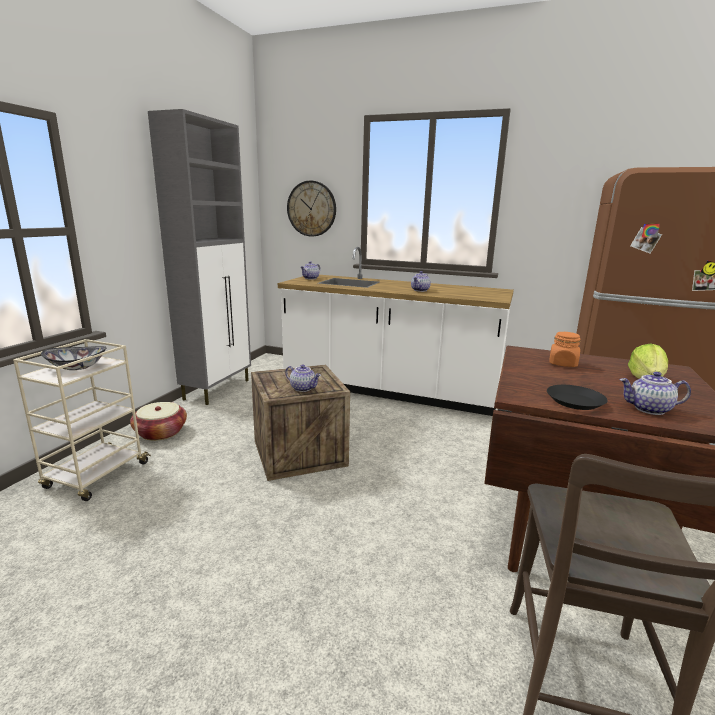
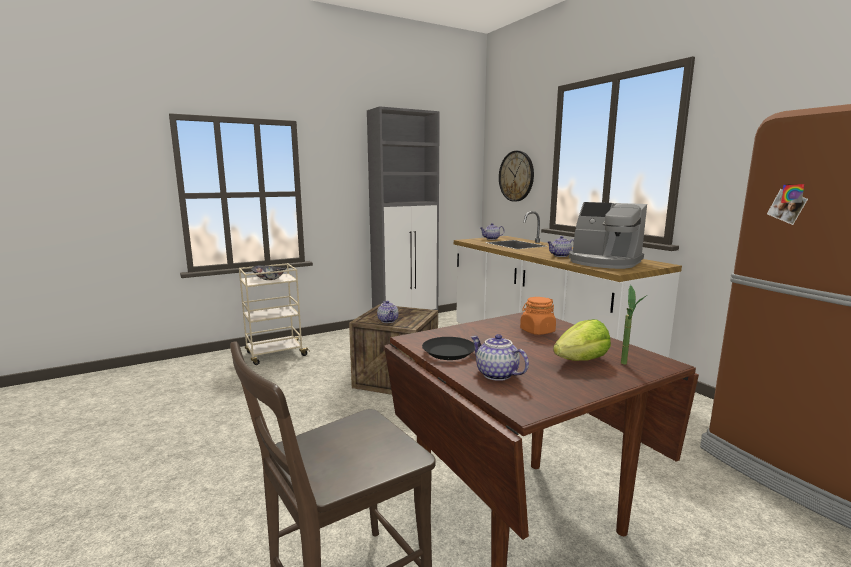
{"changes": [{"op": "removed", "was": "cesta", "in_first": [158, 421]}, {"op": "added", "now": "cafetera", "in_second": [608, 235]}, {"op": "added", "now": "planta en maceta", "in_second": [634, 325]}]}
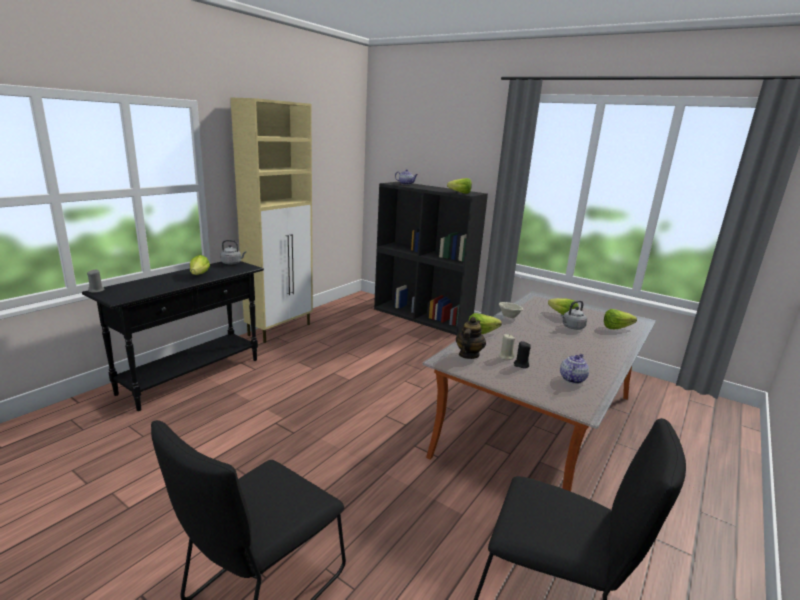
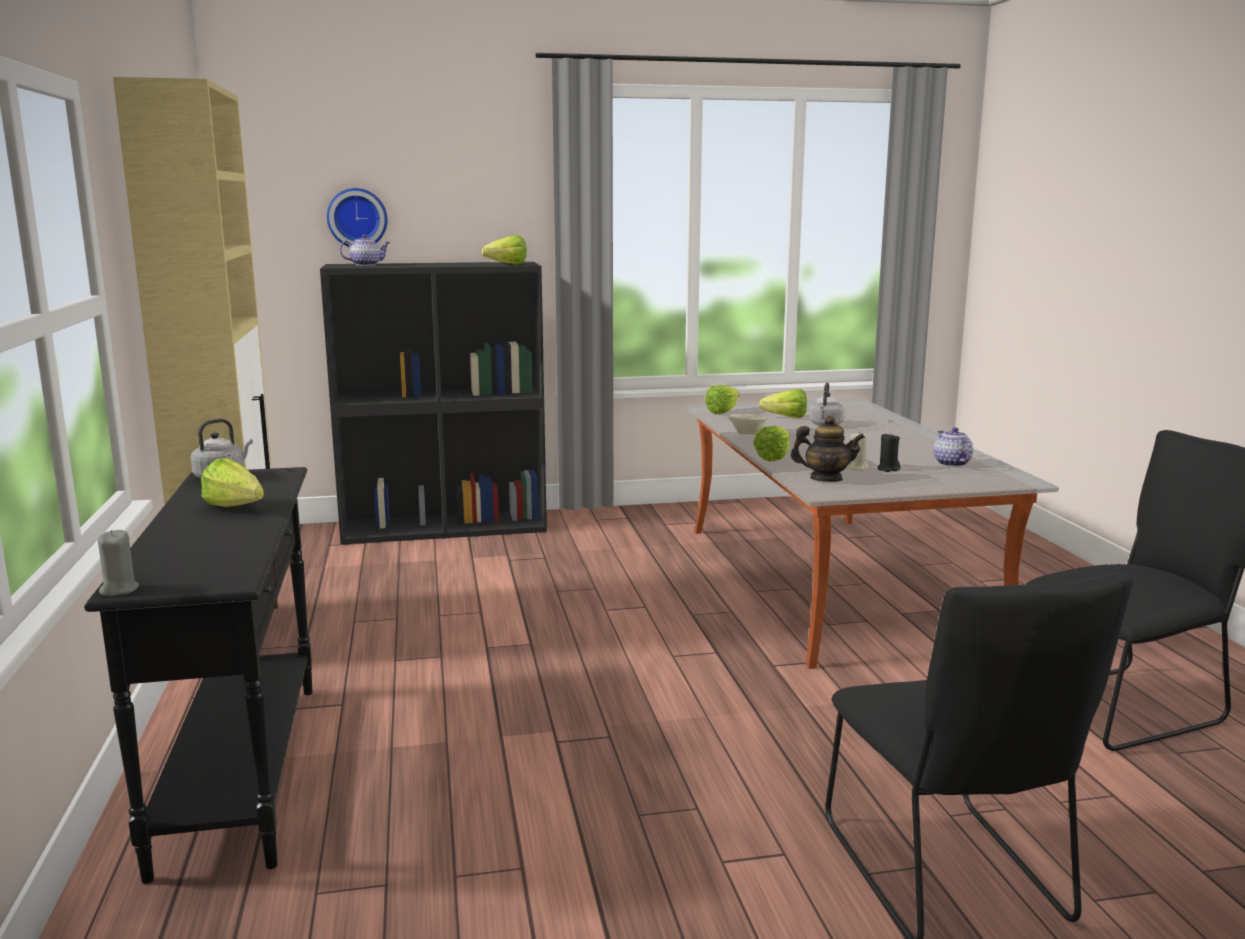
{"changes": [{"op": "added", "now": "reloj de pared", "in_second": [357, 217]}, {"op": "moved", "was": "lechuga", "in_first": [620, 319], "in_second": [722, 399]}, {"op": "turned", "was": "tetera", "in_first": [471, 338], "in_second": [827, 448], "clockwise": 120}]}
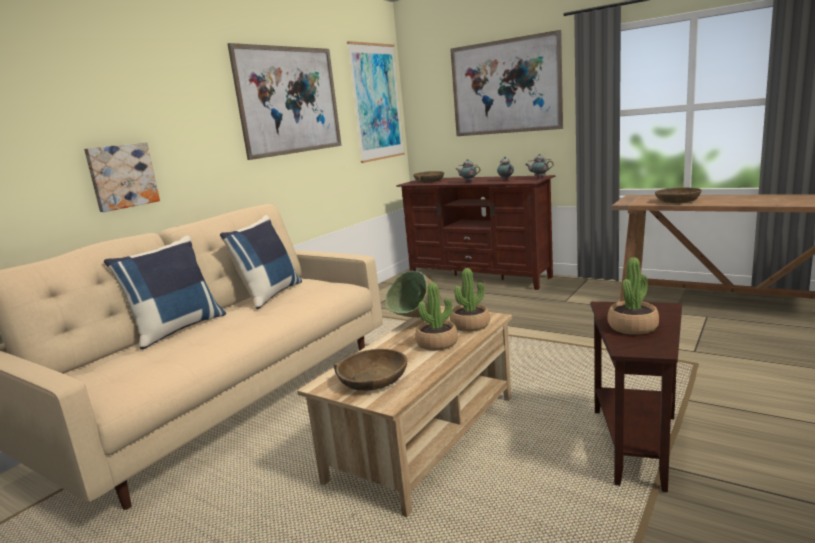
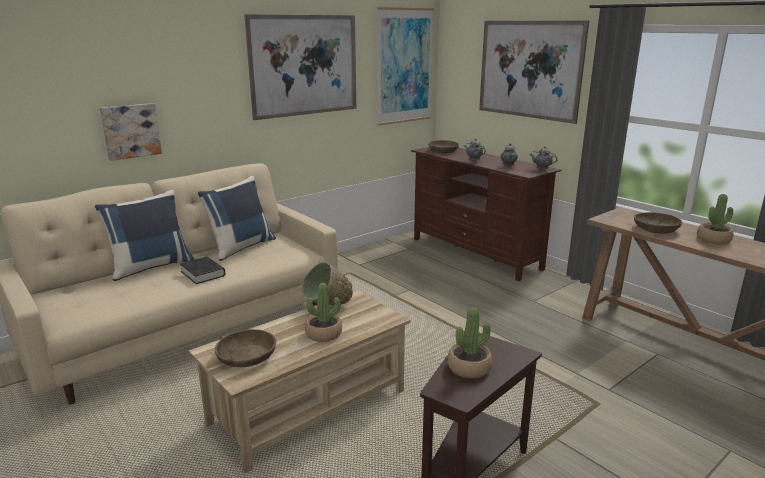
{"changes": [{"op": "added", "now": "libro/negro", "in_second": [202, 270]}, {"op": "moved", "was": "planta en maceta", "in_first": [470, 300], "in_second": [715, 219]}]}
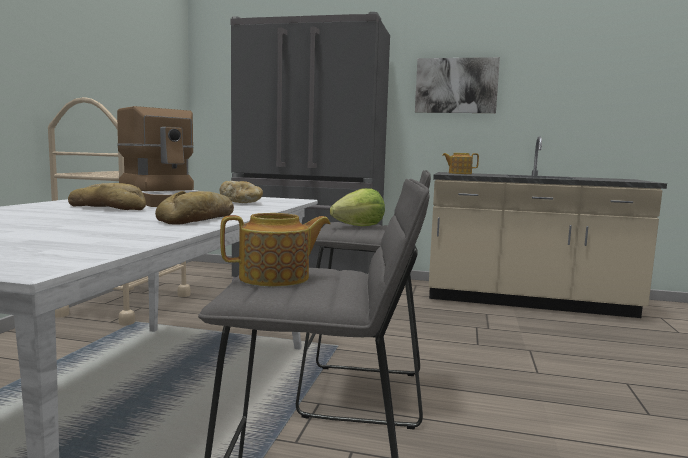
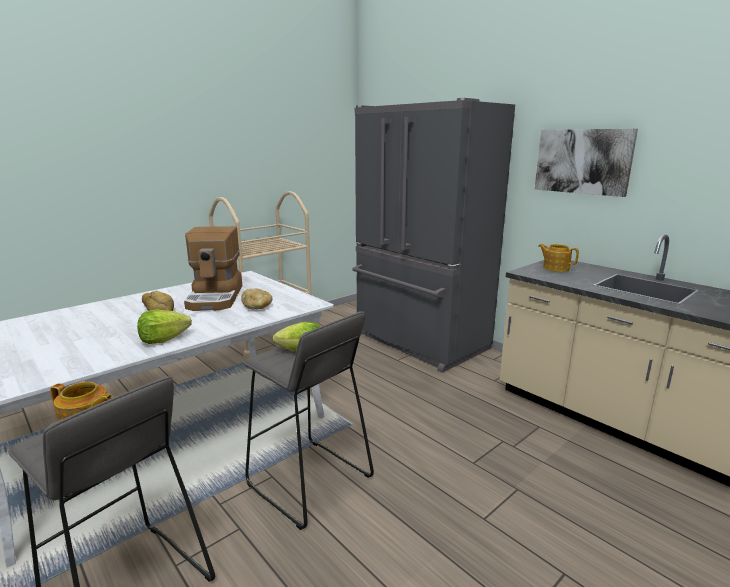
{"changes": [{"op": "replaced", "was": "pan", "now": "lechuga", "in_first": [194, 208], "in_second": [164, 326]}]}
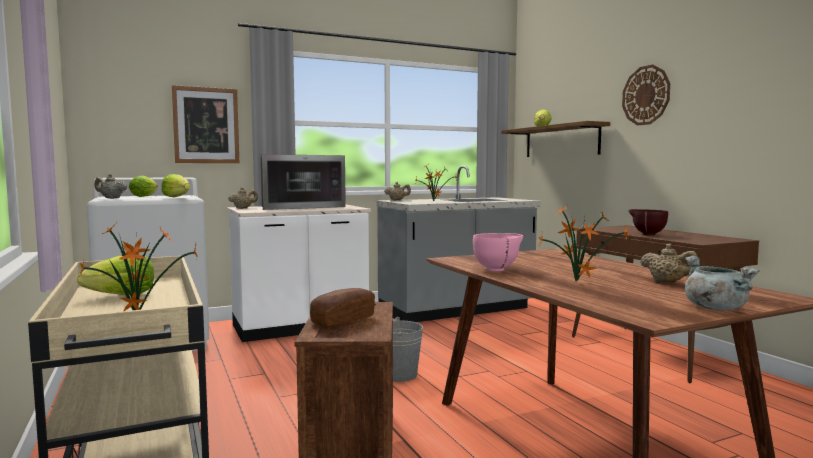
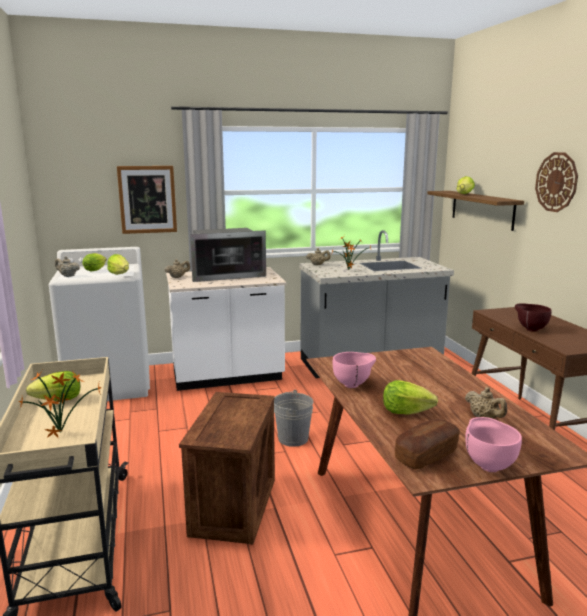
{"changes": [{"op": "moved", "was": "pan", "in_first": [342, 307], "in_second": [427, 444]}, {"op": "replaced", "was": "planta en maceta", "now": "lechuga", "in_first": [584, 243], "in_second": [410, 397]}, {"op": "replaced", "was": "olla/gris", "now": "cuenco/rosa", "in_first": [722, 283], "in_second": [493, 444]}]}
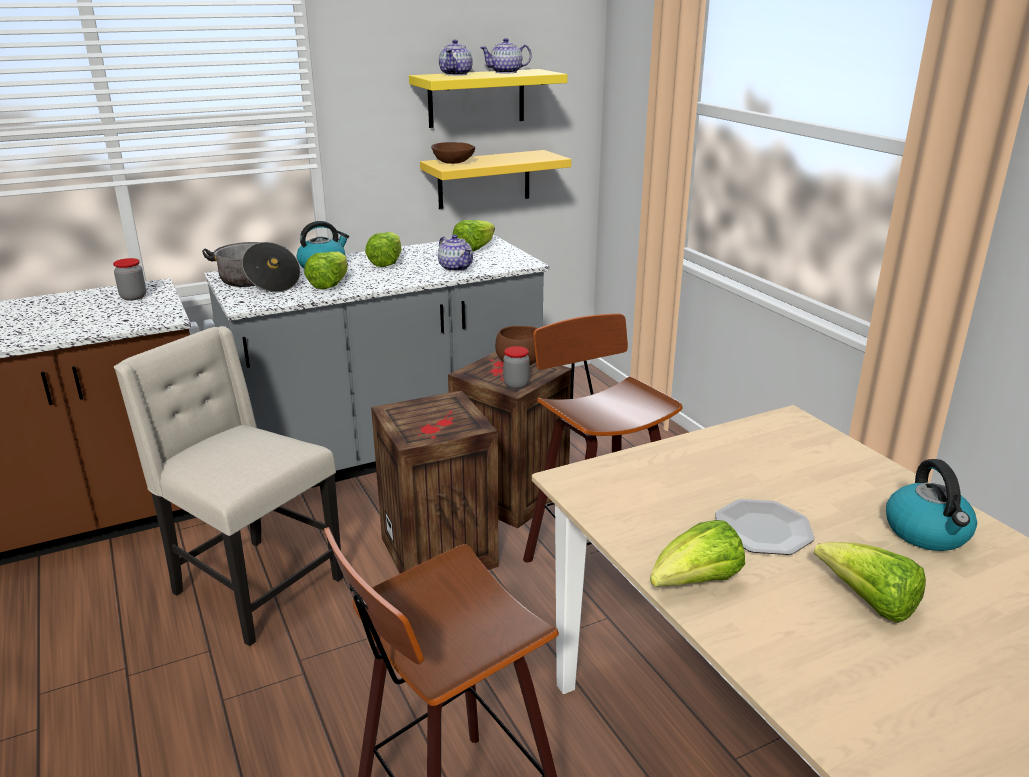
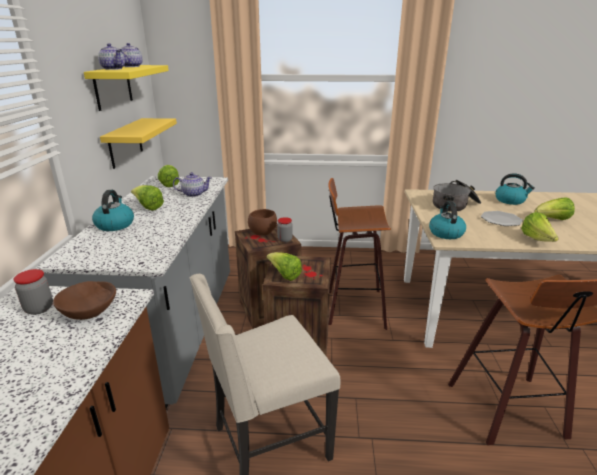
{"changes": [{"op": "added", "now": "hervidor", "in_second": [447, 220]}, {"op": "moved", "was": "olla", "in_first": [251, 267], "in_second": [457, 195]}, {"op": "moved", "was": "lechuga", "in_first": [326, 270], "in_second": [284, 266]}, {"op": "moved", "was": "cuenco/marrón", "in_first": [453, 153], "in_second": [84, 300]}]}
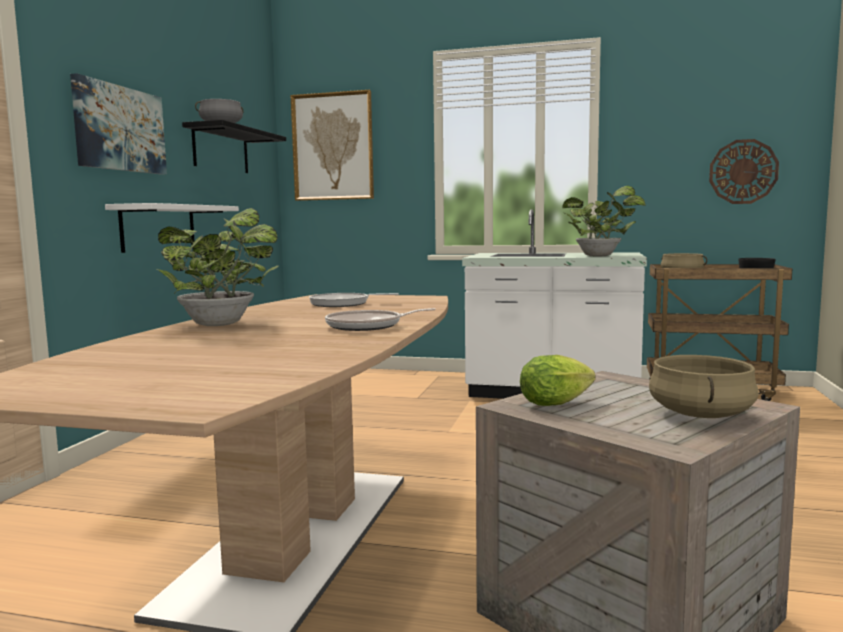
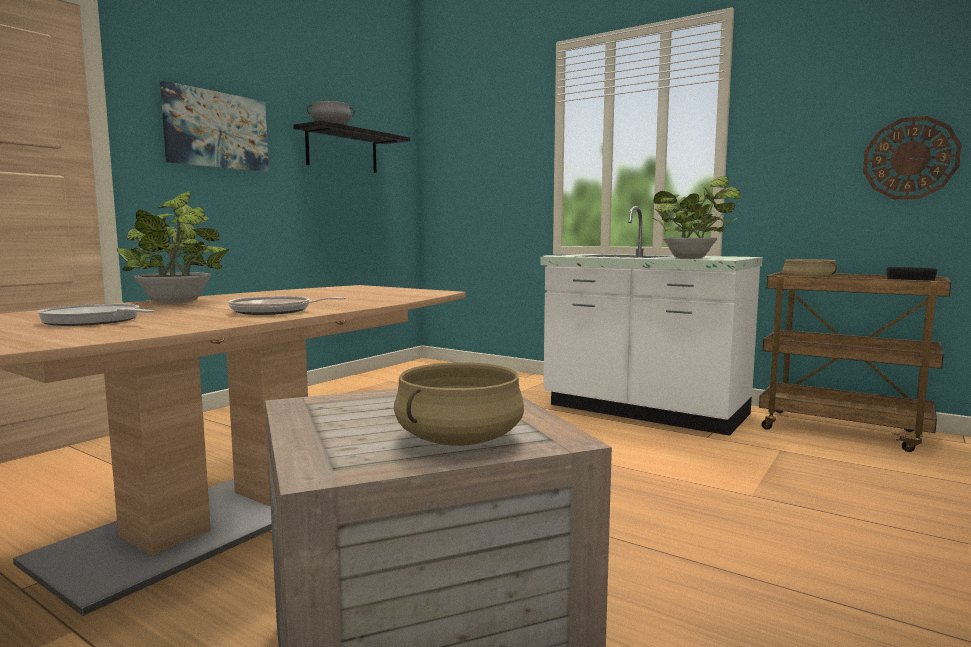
{"changes": [{"op": "removed", "was": "estante/blanco", "in_first": [172, 228]}, {"op": "removed", "was": "cuadro", "in_first": [332, 145]}, {"op": "removed", "was": "lechuga", "in_first": [558, 380]}, {"op": "moved", "was": "sartén", "in_first": [354, 300], "in_second": [96, 315]}]}
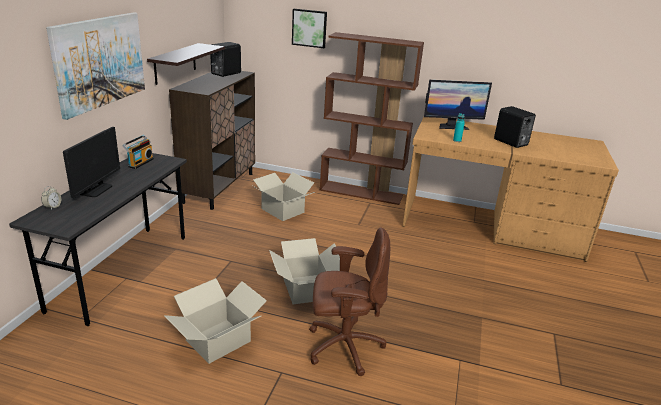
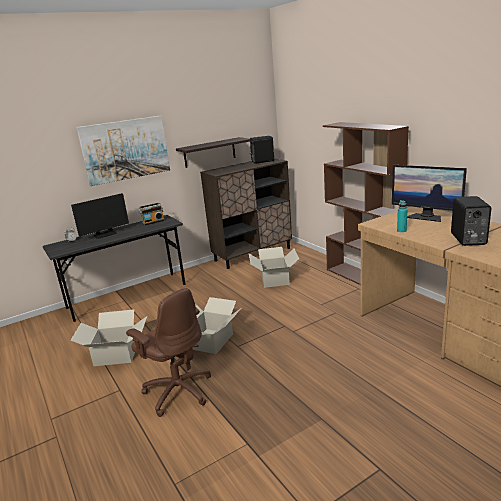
{"changes": [{"op": "removed", "was": "cuadro", "in_first": [309, 28]}]}
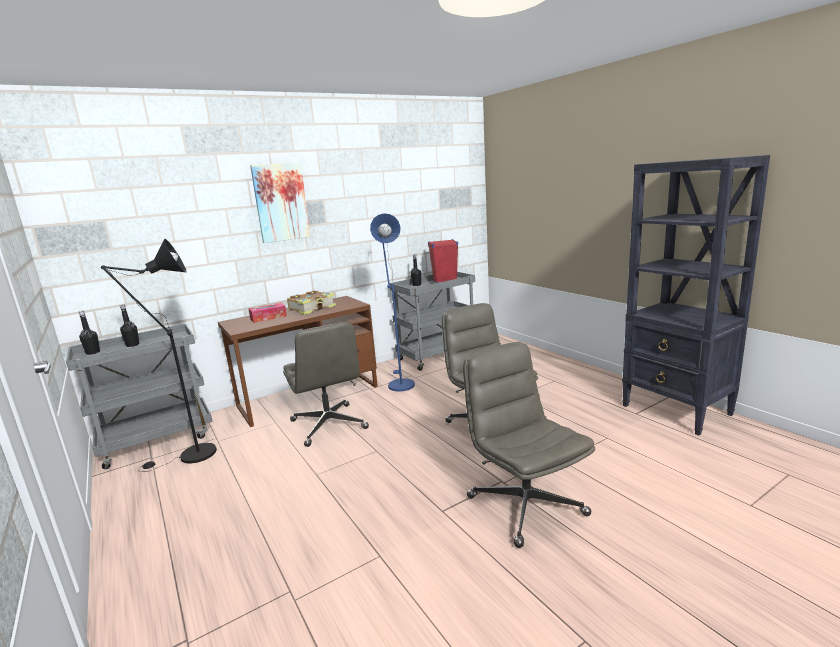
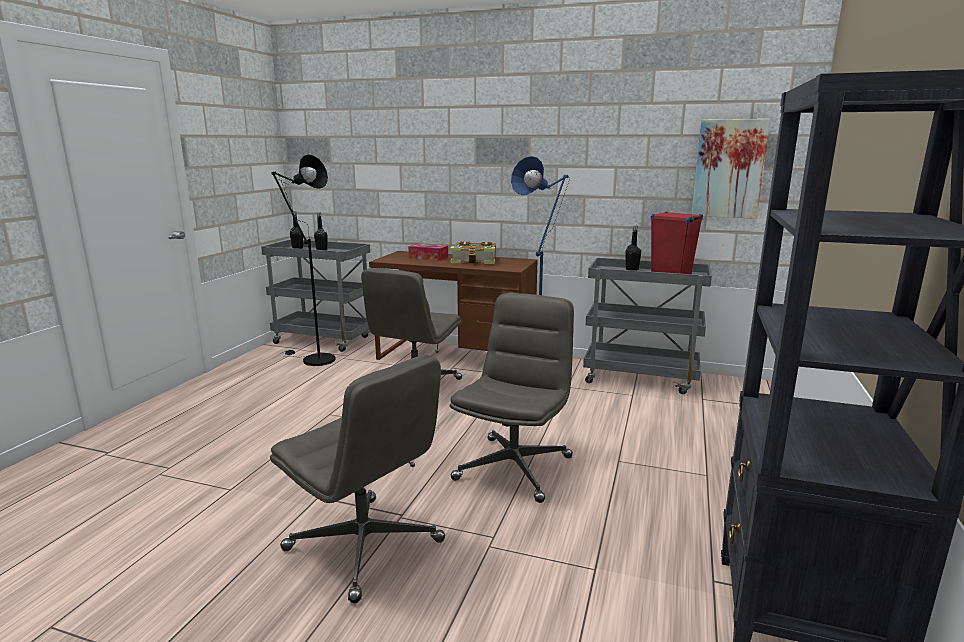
{"changes": [{"op": "moved", "was": "cuadro", "in_first": [280, 202], "in_second": [731, 169]}, {"op": "turned", "was": "silla de oficina/gris", "in_first": [529, 445], "in_second": [357, 478], "clockwise": 105}]}
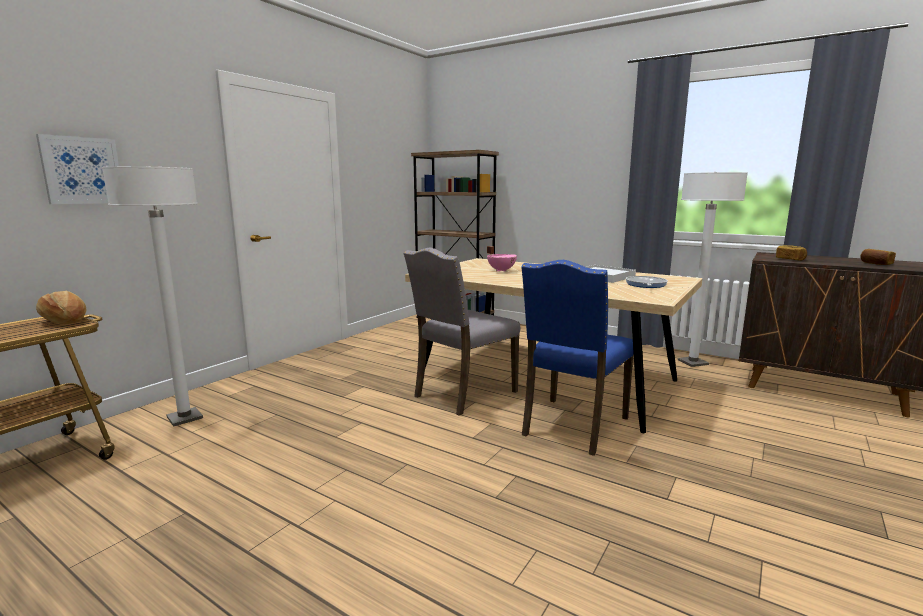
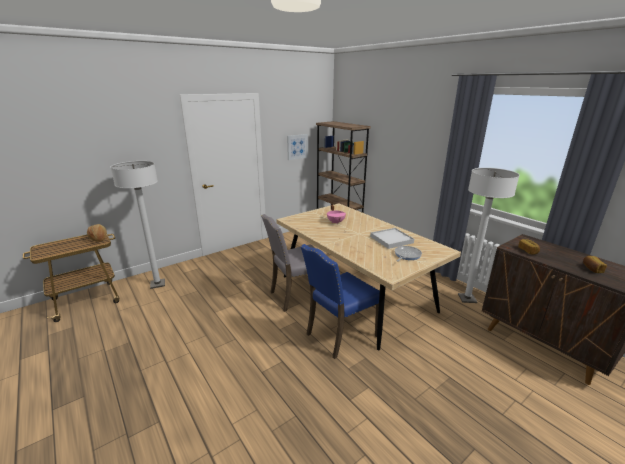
{"changes": [{"op": "moved", "was": "cuadro", "in_first": [77, 169], "in_second": [297, 147]}]}
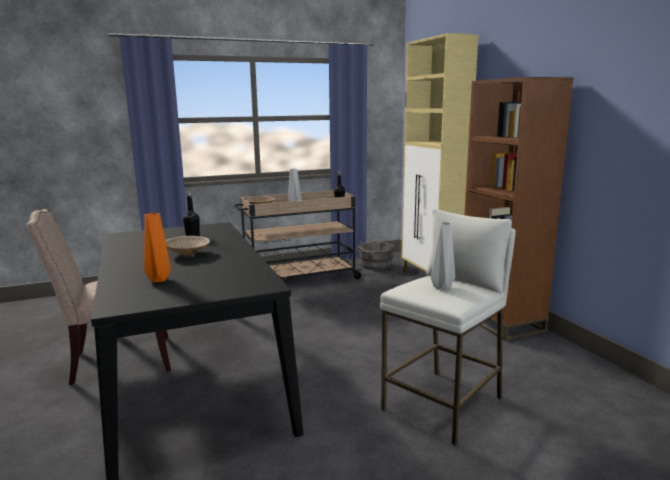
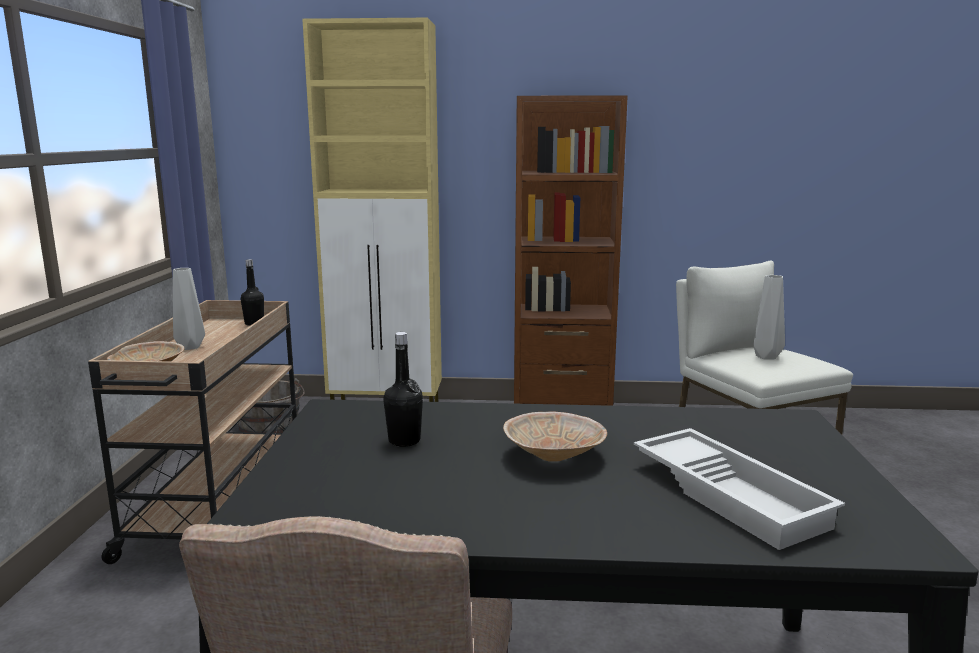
{"changes": [{"op": "replaced", "was": "florero/naranja", "now": "bandeja/blanco", "in_first": [157, 248], "in_second": [739, 489]}]}
